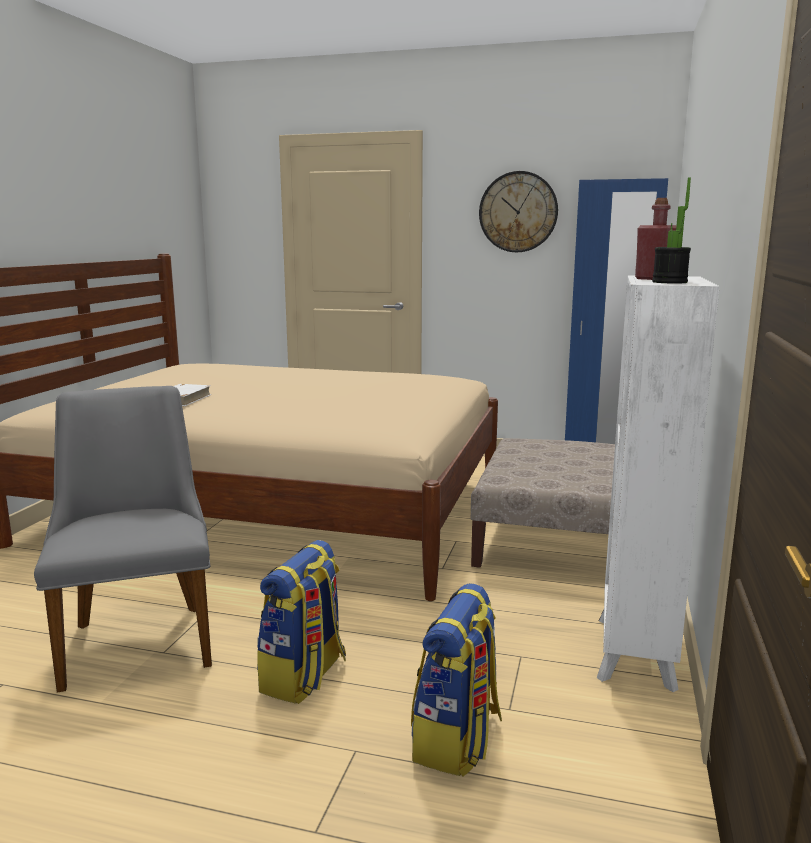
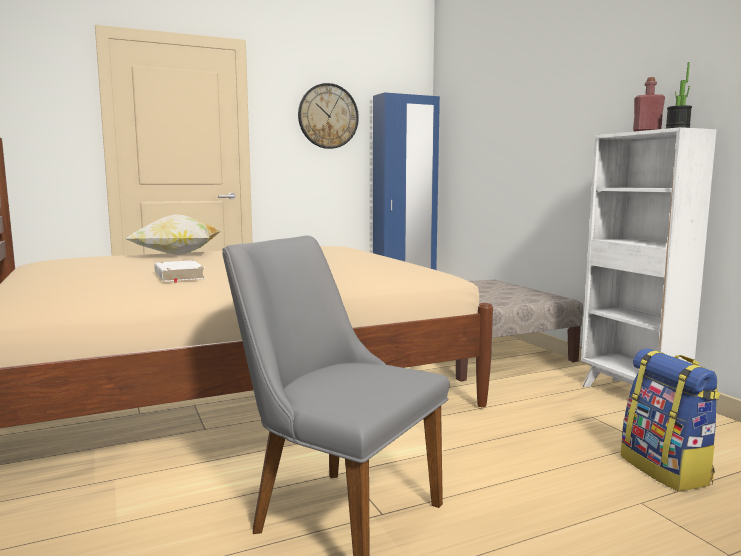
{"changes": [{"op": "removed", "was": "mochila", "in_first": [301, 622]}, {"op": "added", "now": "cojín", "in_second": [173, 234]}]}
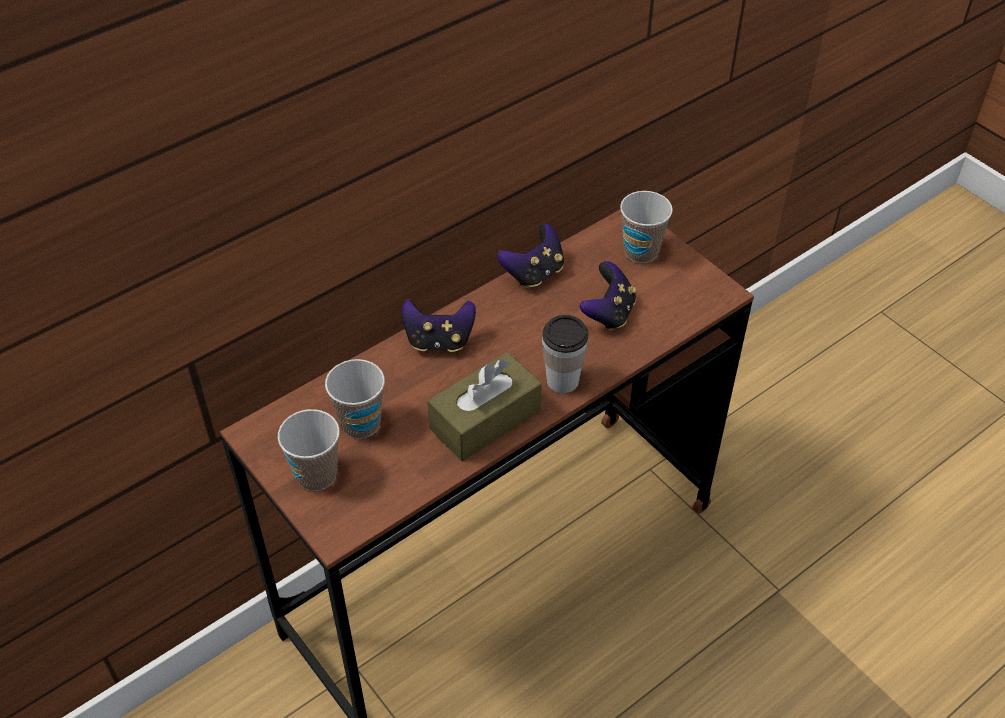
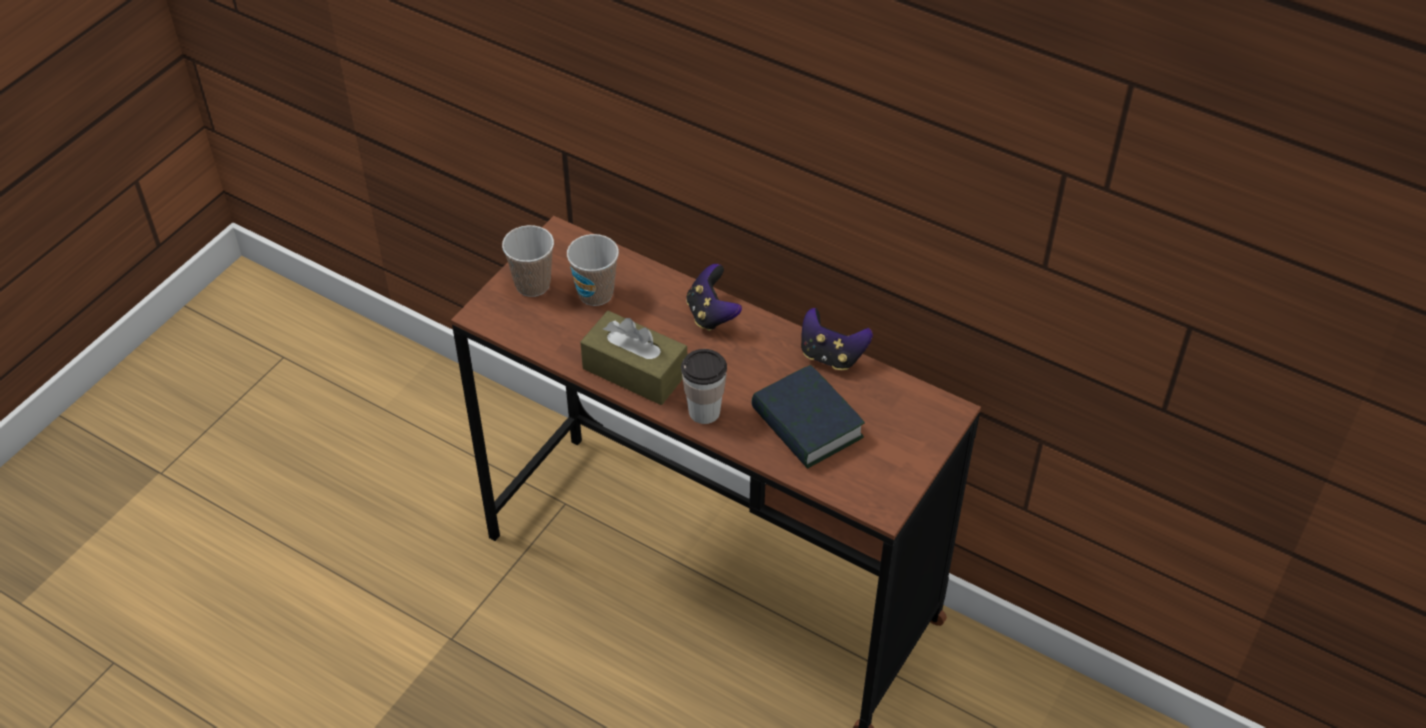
{"changes": [{"op": "removed", "was": "taza", "in_first": [646, 227]}, {"op": "replaced", "was": "mando de consola", "now": "libro", "in_first": [608, 296], "in_second": [808, 417]}]}
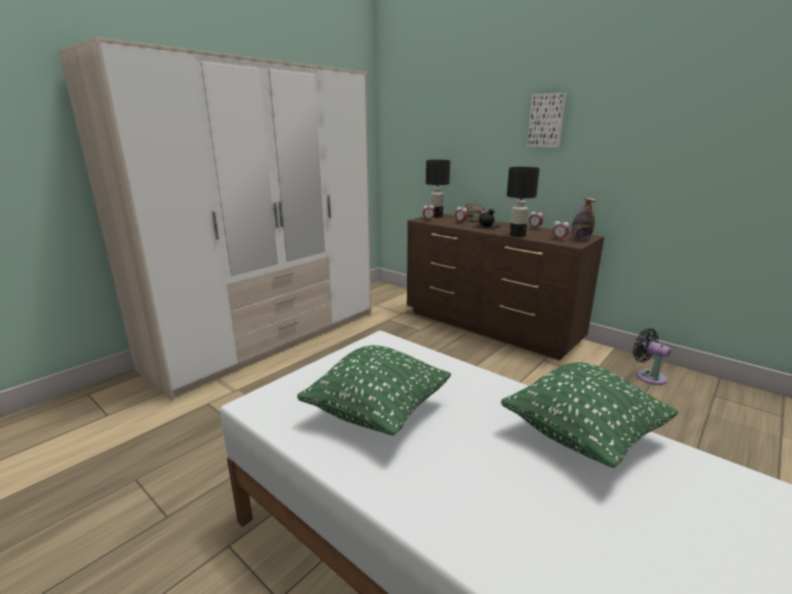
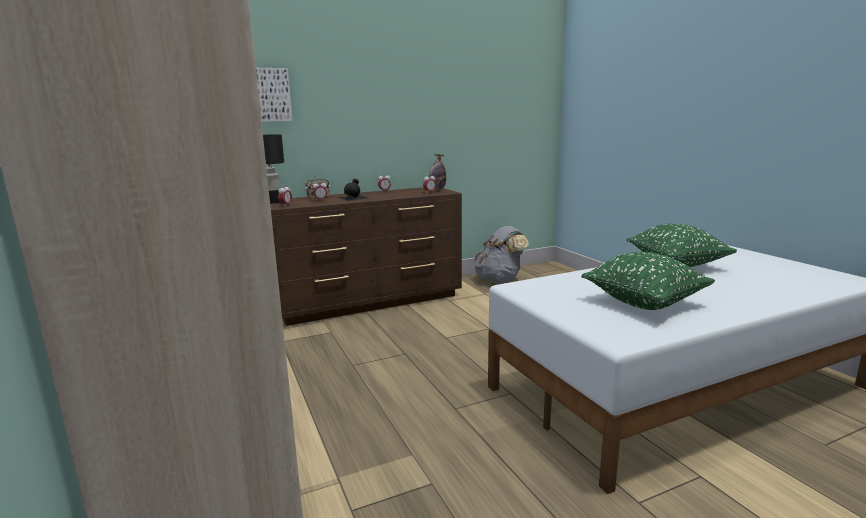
{"changes": [{"op": "removed", "was": "lámpara de mesa/negro", "in_first": [523, 202]}, {"op": "moved", "was": "cuadro", "in_first": [547, 120], "in_second": [274, 95]}, {"op": "replaced", "was": "ventilador/negro", "now": "mochila/gris", "in_first": [652, 356], "in_second": [501, 254]}]}
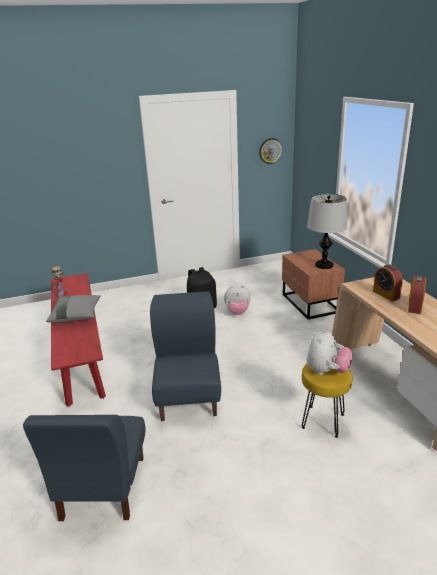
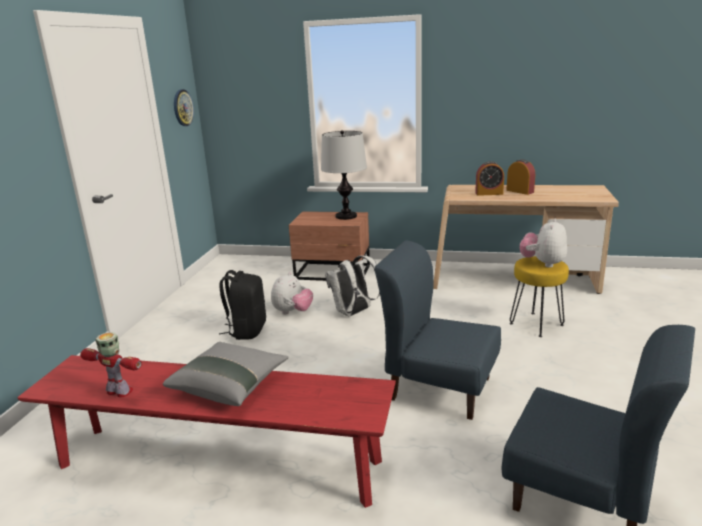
{"changes": [{"op": "added", "now": "mochila/blanco", "in_second": [352, 285]}, {"op": "turned", "was": "peluche", "in_first": [330, 352], "in_second": [543, 243], "clockwise": -120}]}
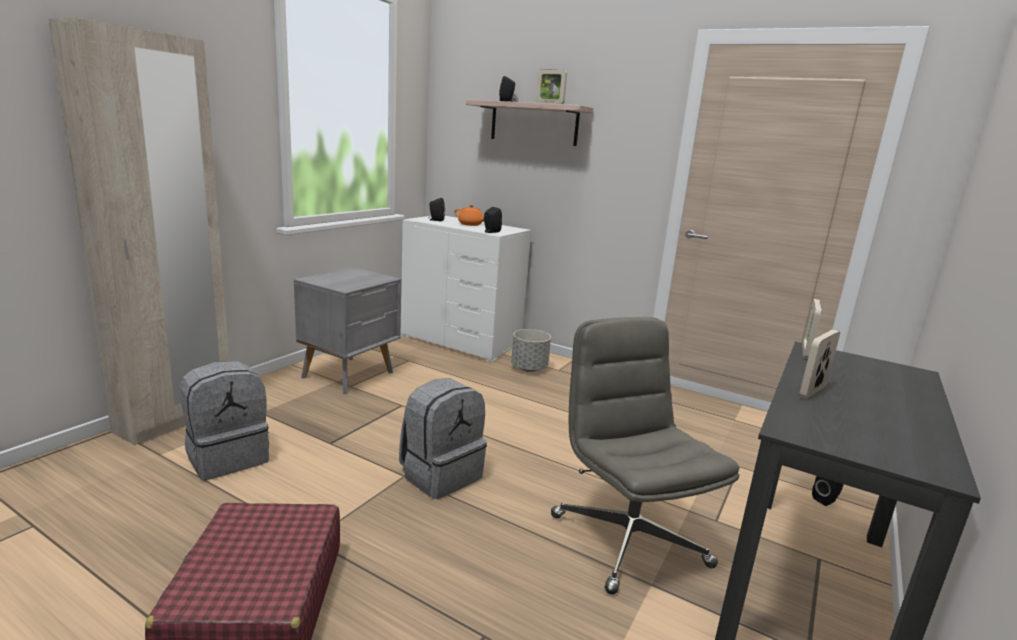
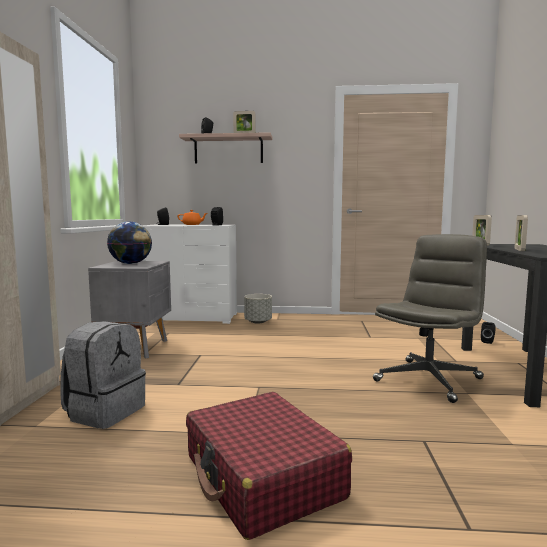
{"changes": [{"op": "removed", "was": "mochila/gris", "in_first": [443, 438]}, {"op": "added", "now": "globo terráqueo", "in_second": [129, 242]}, {"op": "turned", "was": "silla de oficina/gris", "in_first": [645, 455], "in_second": [430, 318], "clockwise": 90}]}
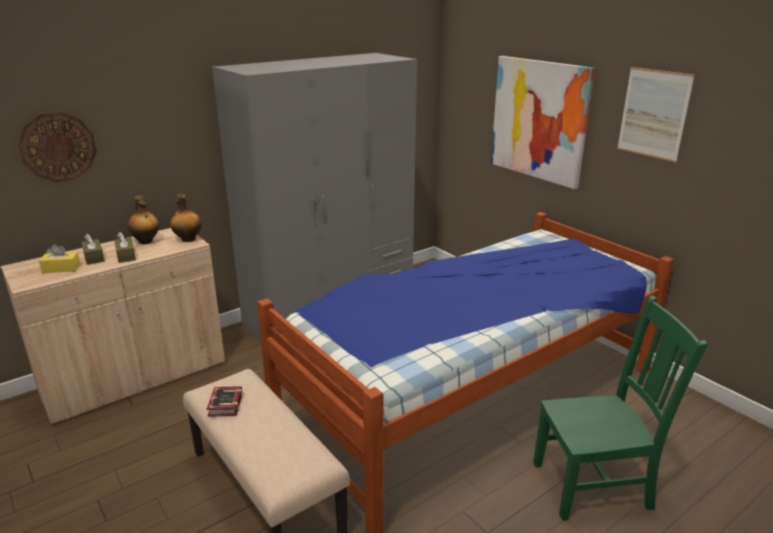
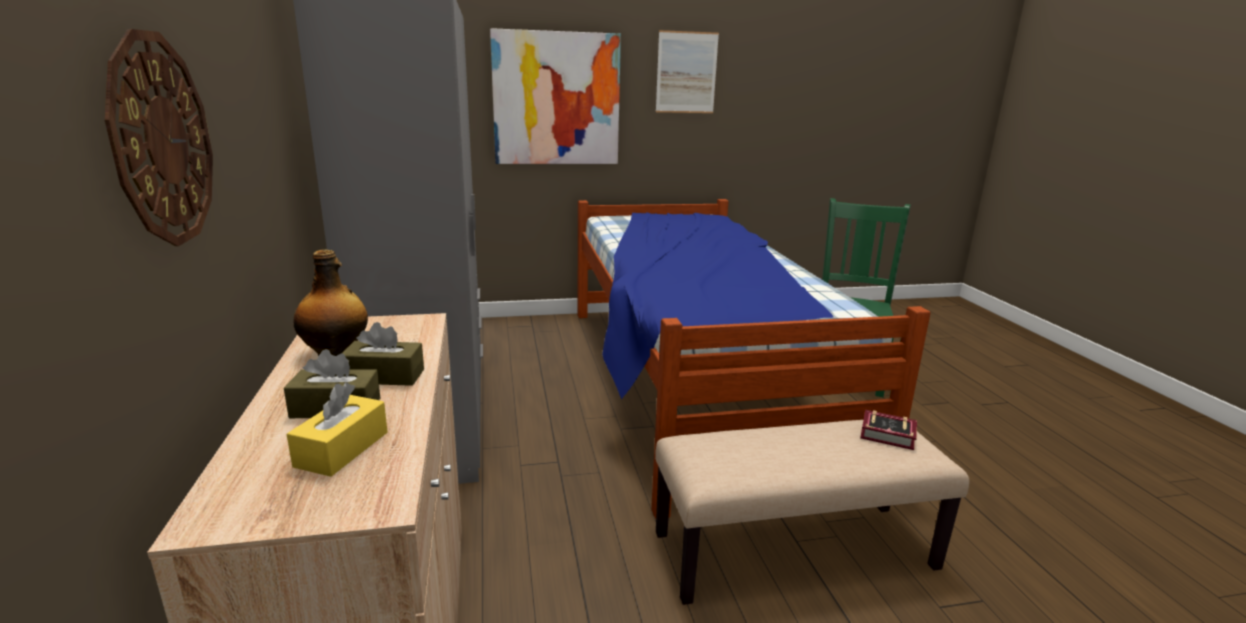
{"changes": [{"op": "removed", "was": "botella", "in_first": [186, 218]}, {"op": "moved", "was": "libro", "in_first": [225, 401], "in_second": [888, 430]}]}
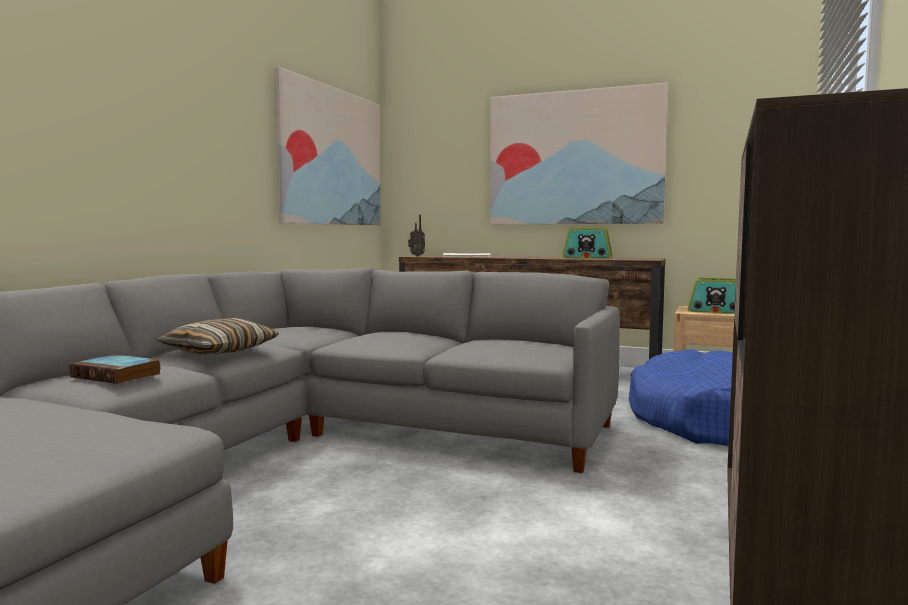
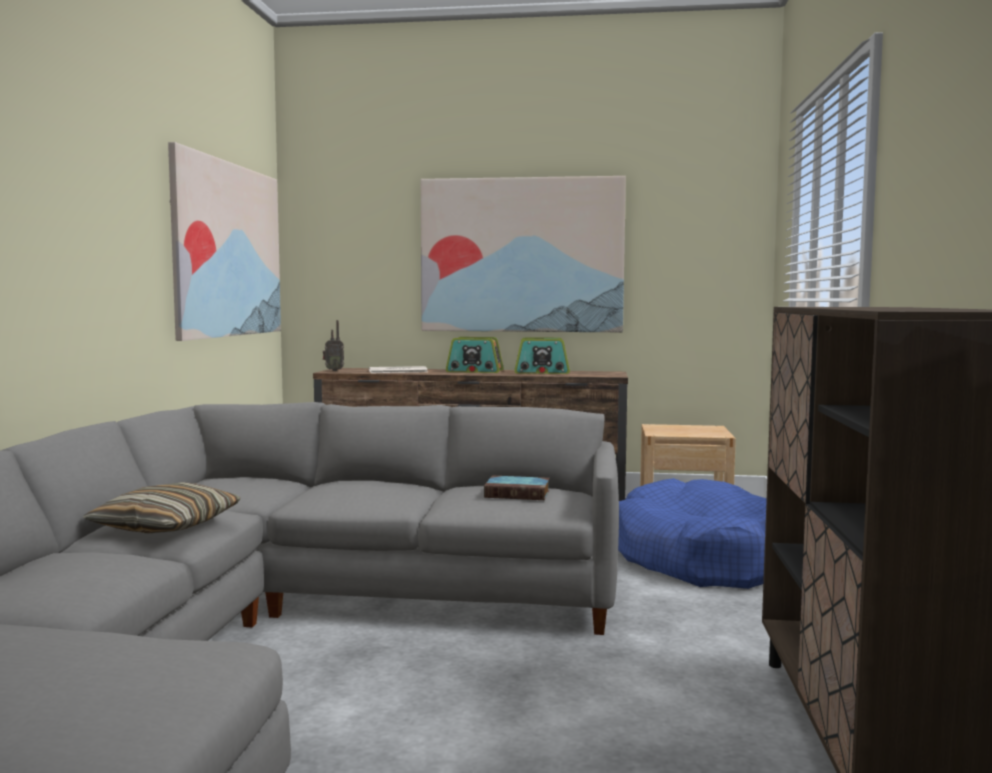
{"changes": [{"op": "moved", "was": "libro", "in_first": [115, 369], "in_second": [517, 488]}, {"op": "moved", "was": "radio", "in_first": [711, 296], "in_second": [475, 355]}]}
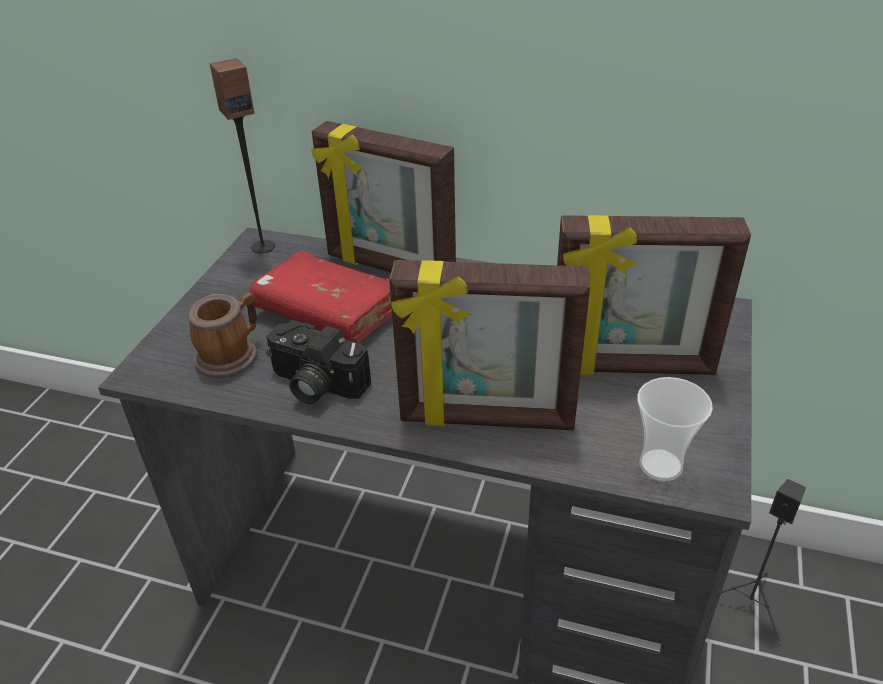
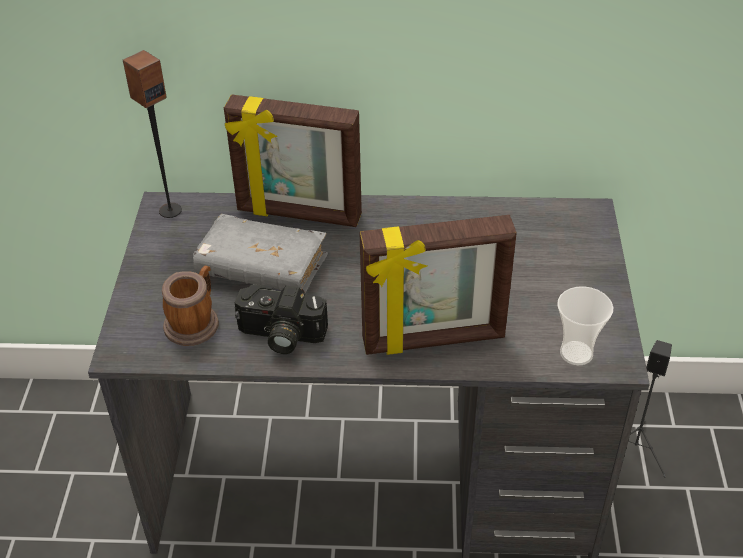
{"changes": [{"op": "removed", "was": "portarretratos", "in_first": [654, 295]}, {"op": "recoloured", "was": "libro/rojo", "now": "libro/gris", "in_first": [320, 297], "in_second": [260, 253]}]}
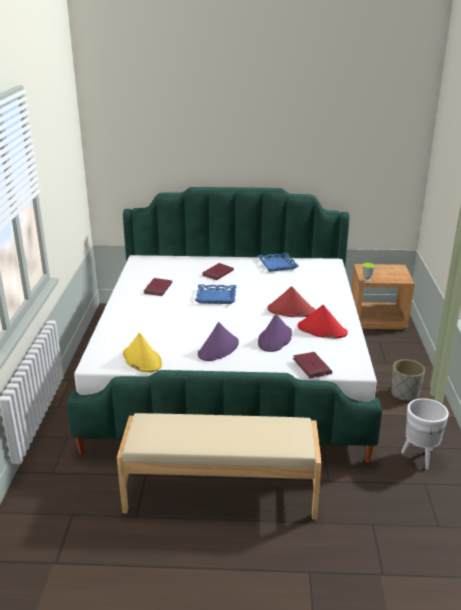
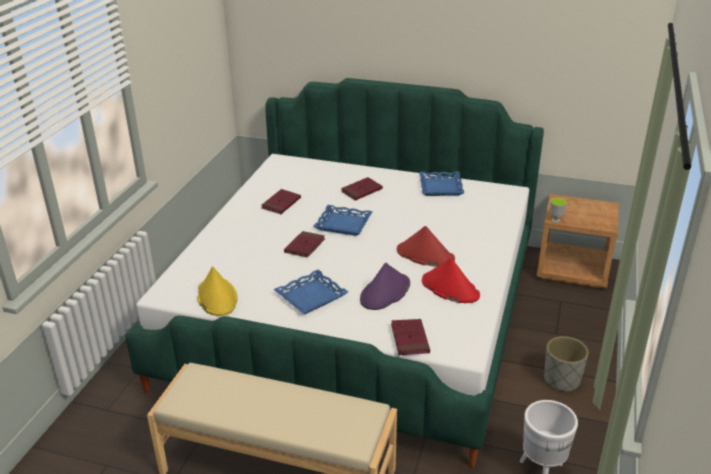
{"changes": [{"op": "added", "now": "libro/rojo", "in_second": [304, 244]}, {"op": "replaced", "was": "sombrero/morado", "now": "bandeja/azul", "in_first": [218, 341], "in_second": [310, 292]}]}
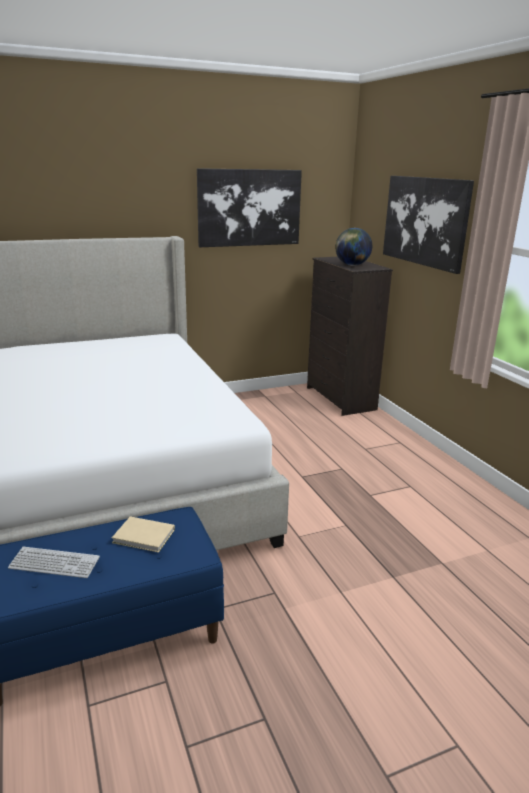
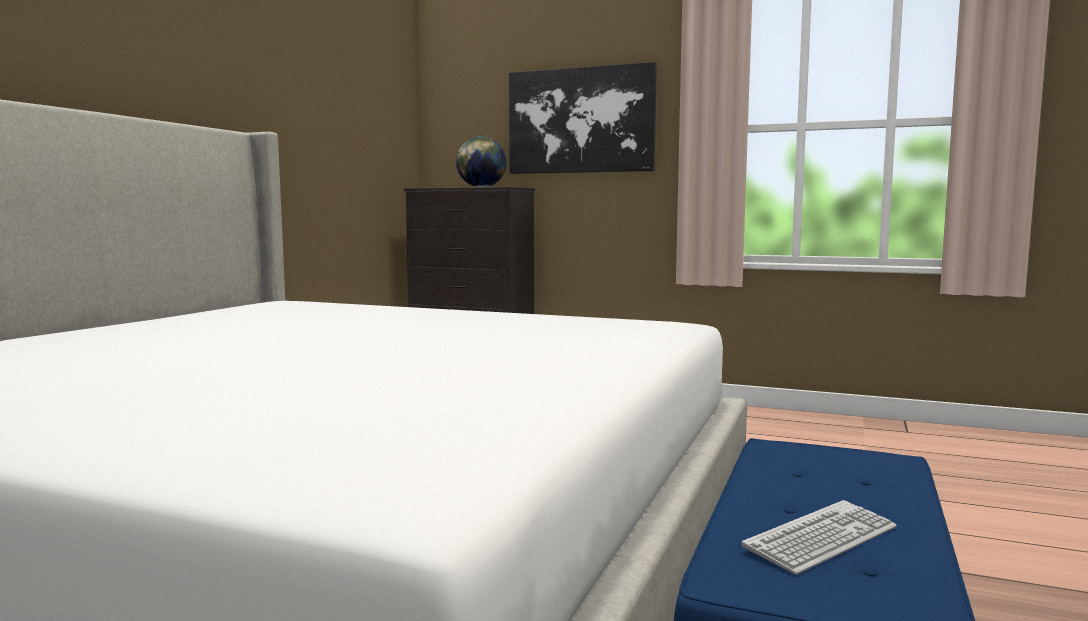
{"changes": [{"op": "removed", "was": "libro/beis", "in_first": [143, 534]}, {"op": "removed", "was": "cuadro", "in_first": [249, 207]}]}
